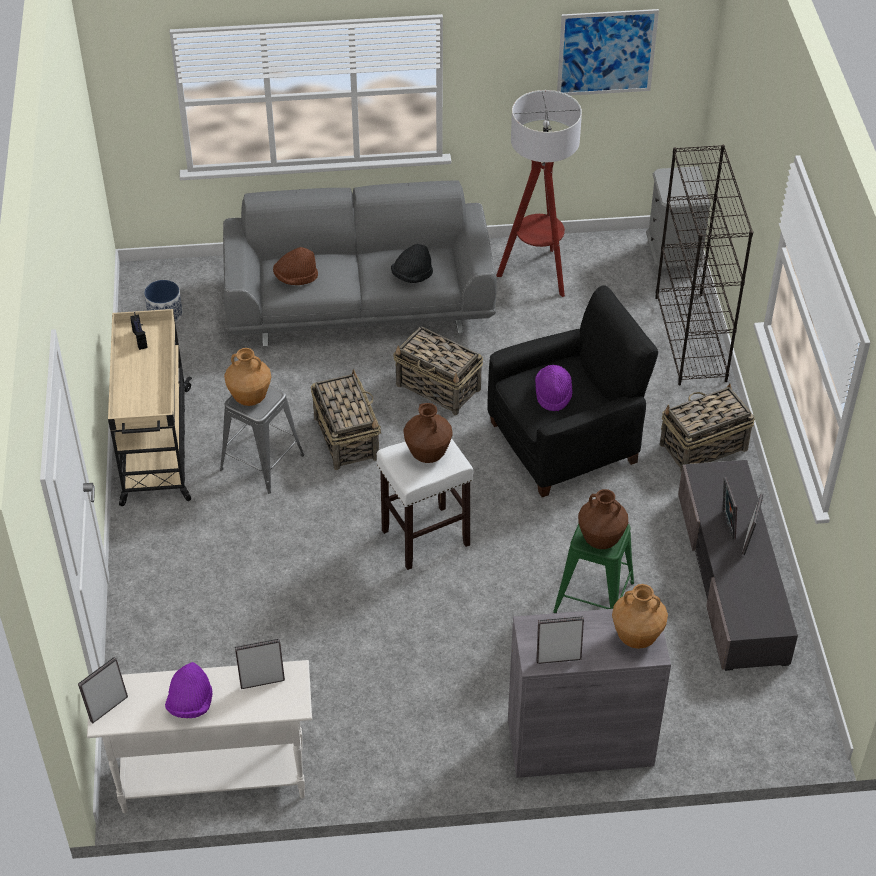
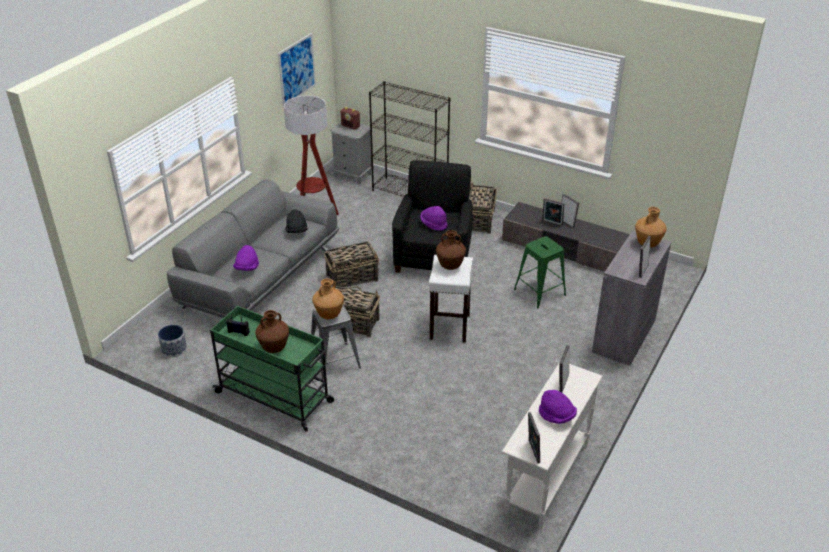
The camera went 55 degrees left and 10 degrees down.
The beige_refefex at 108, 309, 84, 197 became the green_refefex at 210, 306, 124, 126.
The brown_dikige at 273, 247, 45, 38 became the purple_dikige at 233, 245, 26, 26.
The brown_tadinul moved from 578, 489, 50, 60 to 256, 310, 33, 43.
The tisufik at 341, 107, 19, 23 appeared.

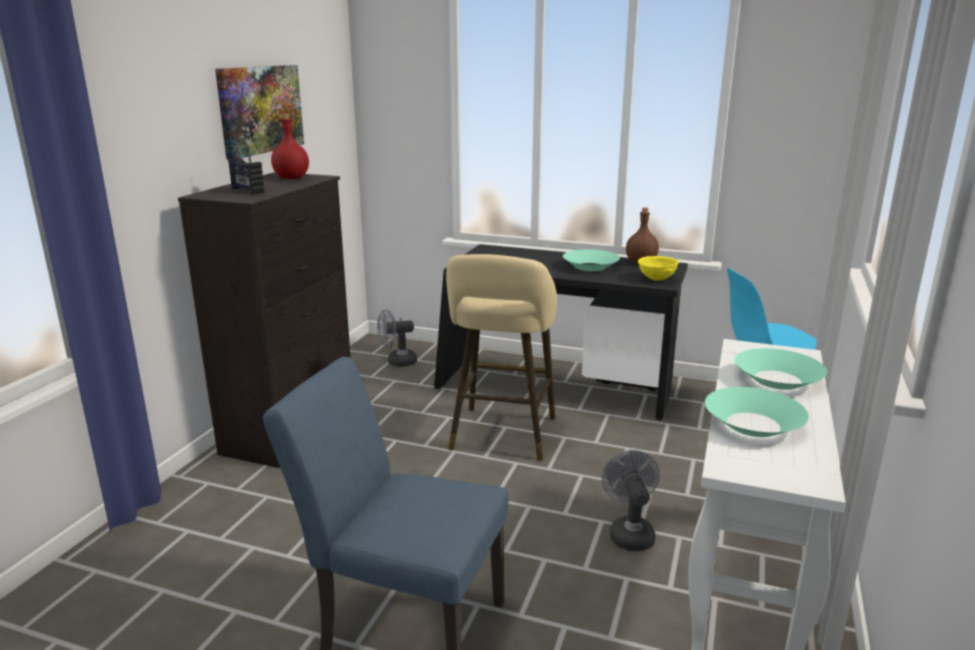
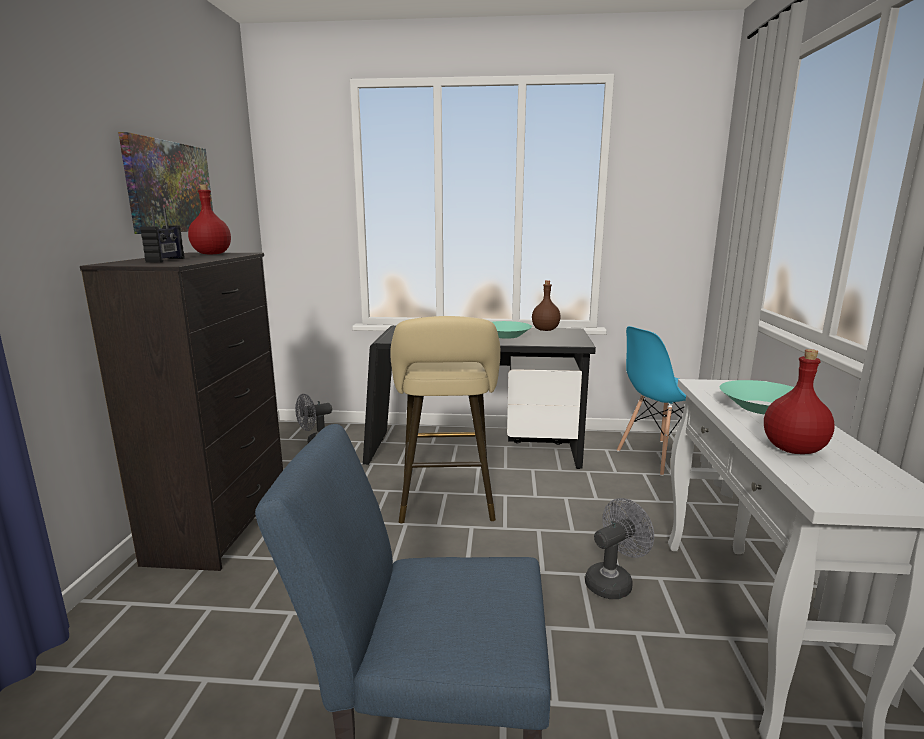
The camera went 15 degrees left and 5 degrees down.
The tisufik at 228, 144, 37, 51 turned 120 degrees counterclockwise.
The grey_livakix at 602, 450, 58, 101 turned 75 degrees clockwise.
The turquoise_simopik at 705, 387, 104, 50 was replaced by the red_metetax at 764, 349, 71, 105.
The yellow_simopik at 638, 256, 41, 25 disappeared.

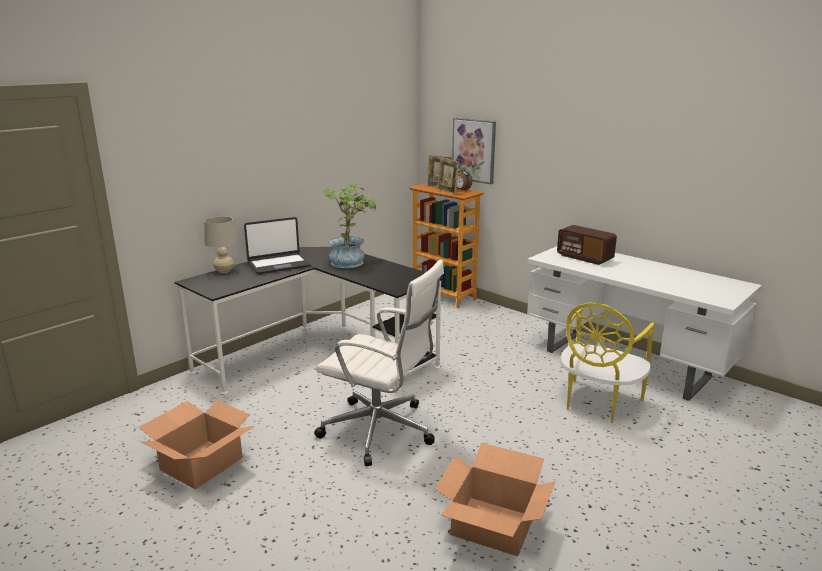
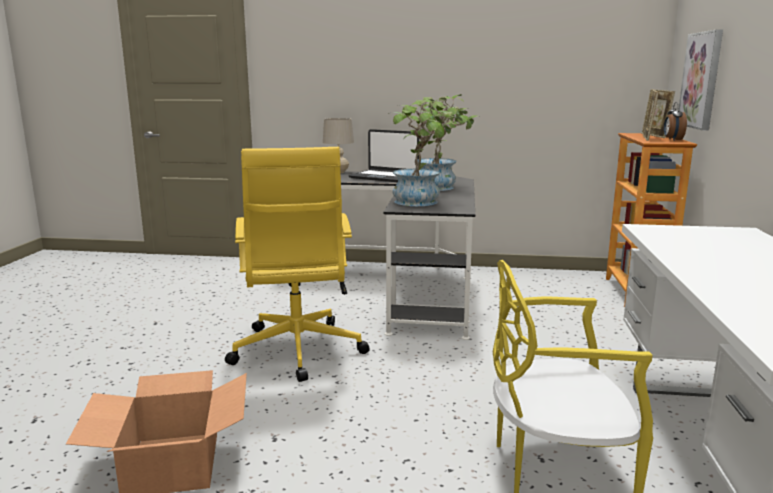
The camera went 55 degrees right and 5 degrees down.
The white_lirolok at 314, 259, 130, 207 became the yellow_lirolok at 225, 147, 145, 235.
The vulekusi at 388, 98, 74, 108 appeared.
The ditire at 138, 400, 117, 90 disappeared.
The tisufik at 557, 225, 60, 40 disappeared.

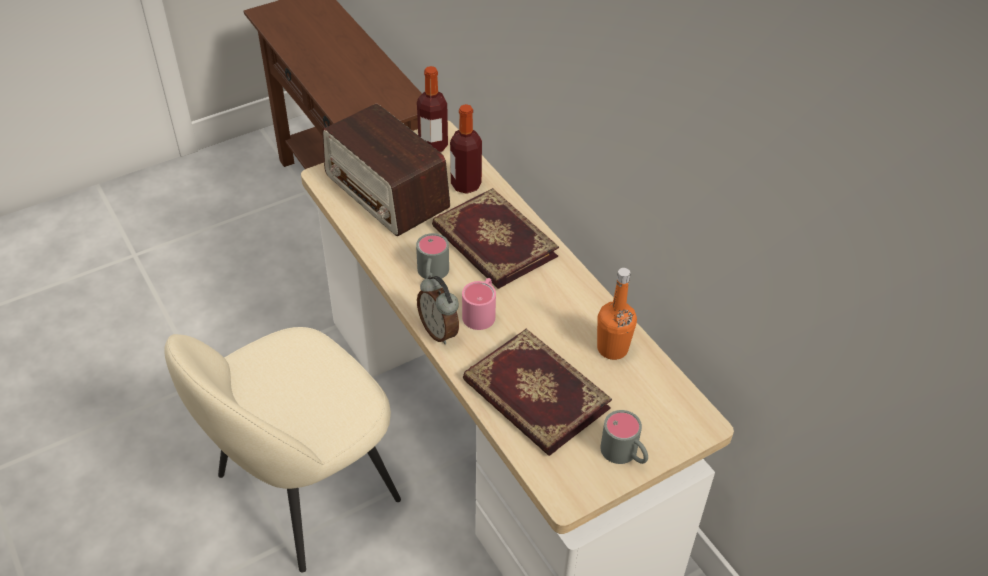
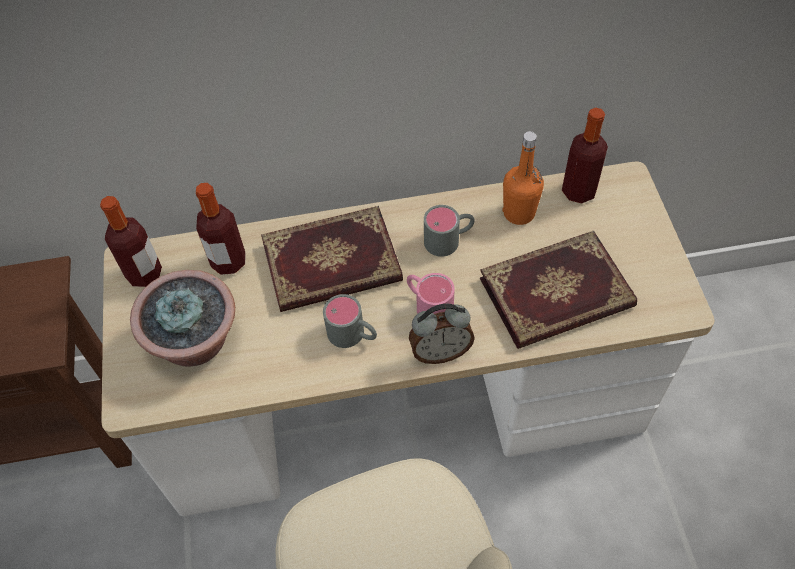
The camera went 65 degrees left and 10 degrees up.
The tisufik at 323, 103, 127, 133 was replaced by the vulekusi at 130, 270, 105, 97.
The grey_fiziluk moved from 600, 410, 48, 54 to 424, 205, 51, 52.
The metetax at 562, 108, 46, 96 appeared.

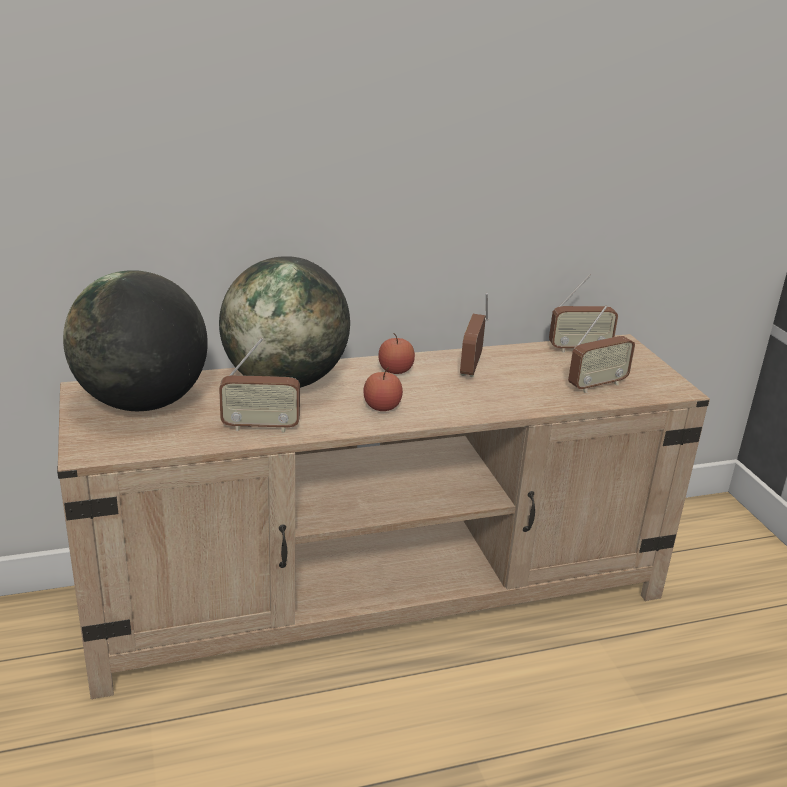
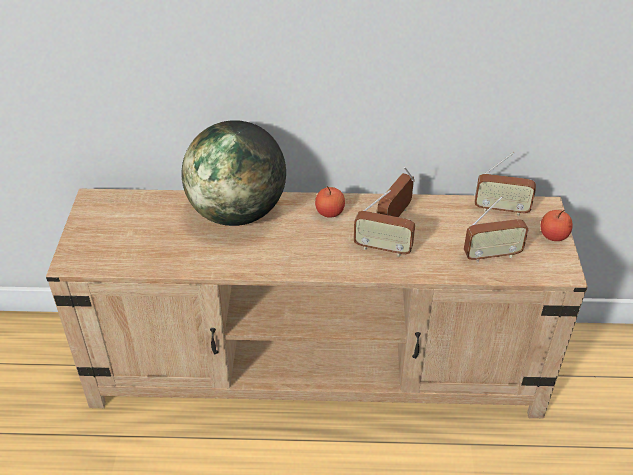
The camera went 20 degrees right and 15 degrees up.
The tisufik moved from 219, 338, 81, 94 to 353, 190, 62, 67.
The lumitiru moved from 363, 367, 40, 44 to 540, 210, 33, 31.
The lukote at 63, 270, 145, 141 disappeared.

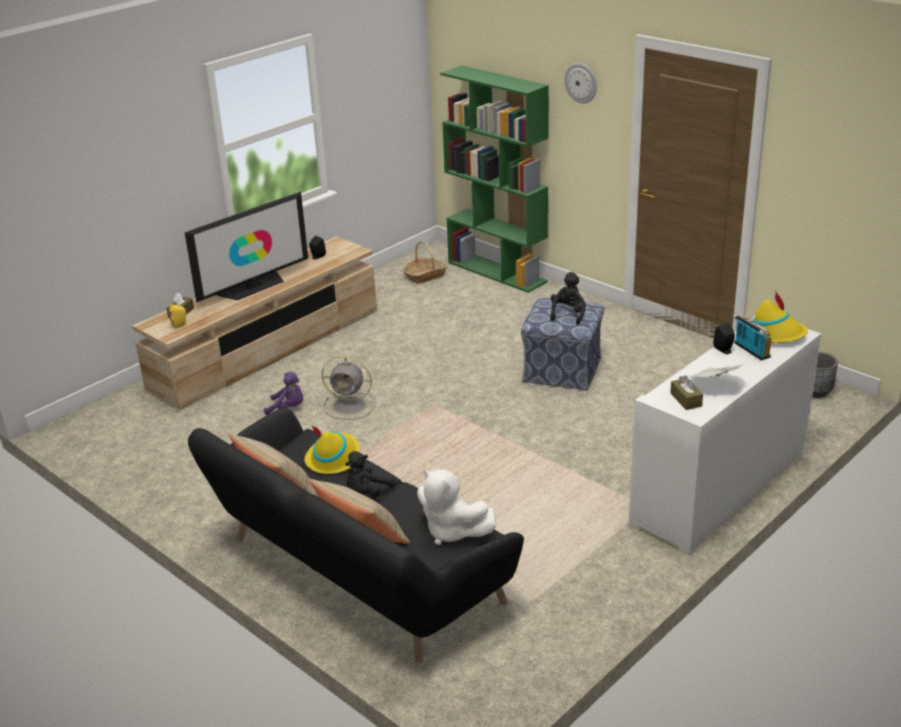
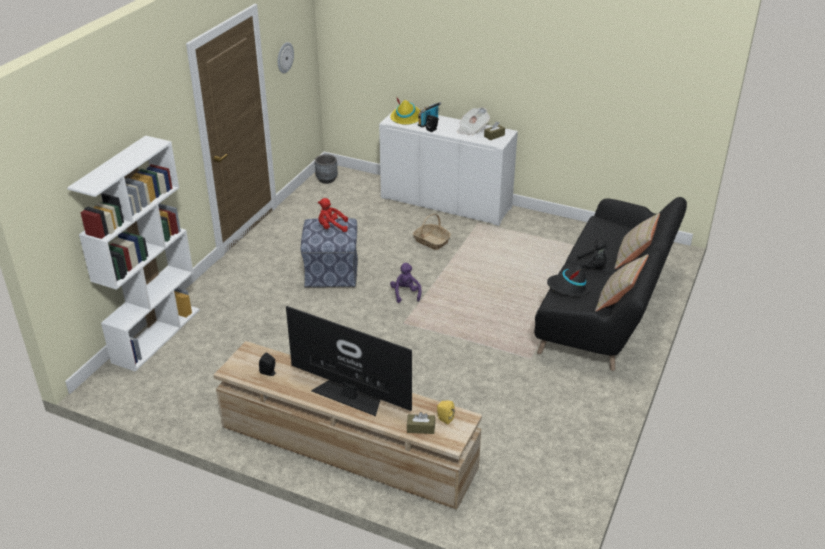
The camera went 110 degrees left and 5 degrees up.
The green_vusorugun at 440, 65, 109, 228 became the white_vusorugun at 67, 135, 133, 237.
The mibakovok moved from 564, 63, 33, 40 to 278, 42, 16, 31.
The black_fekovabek at 550, 272, 36, 53 became the red_fekovabek at 318, 198, 30, 34.
The purple_fekovabek moved from 264, 372, 39, 43 to 390, 263, 32, 40.
The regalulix moved from 402, 241, 46, 43 to 413, 213, 38, 37.
The yellow_dikige at 304, 425, 56, 49 became the black_dikige at 547, 266, 43, 31.
The grey_livakix at 322, 355, 54, 65 disappeared.
The white_fekovabek at 417, 469, 80, 76 disappeared.

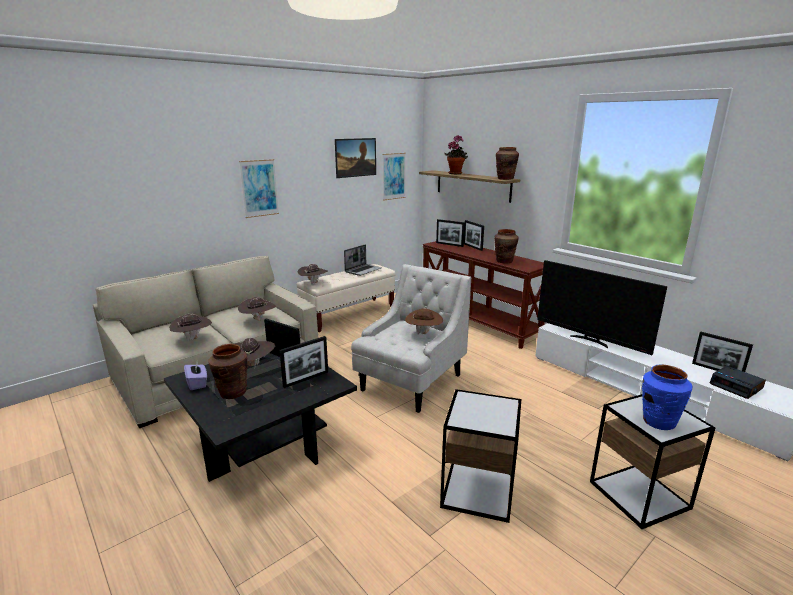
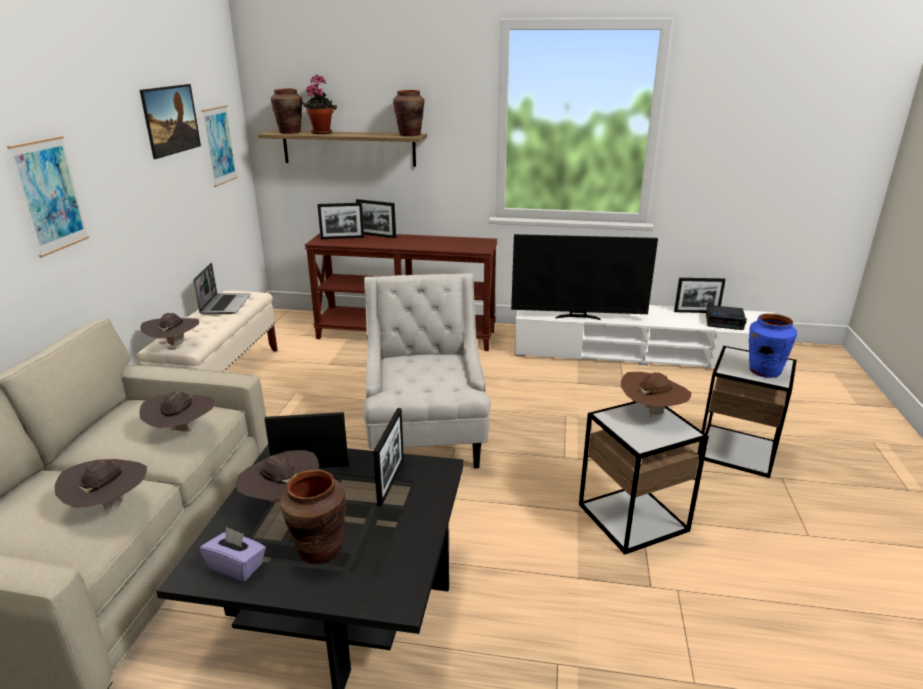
The camera went 40 degrees left and 5 degrees up.
The brown_tadinul moved from 494, 229, 25, 35 to 271, 89, 31, 45.
The brown_dikige moved from 405, 308, 38, 26 to 621, 372, 70, 46.

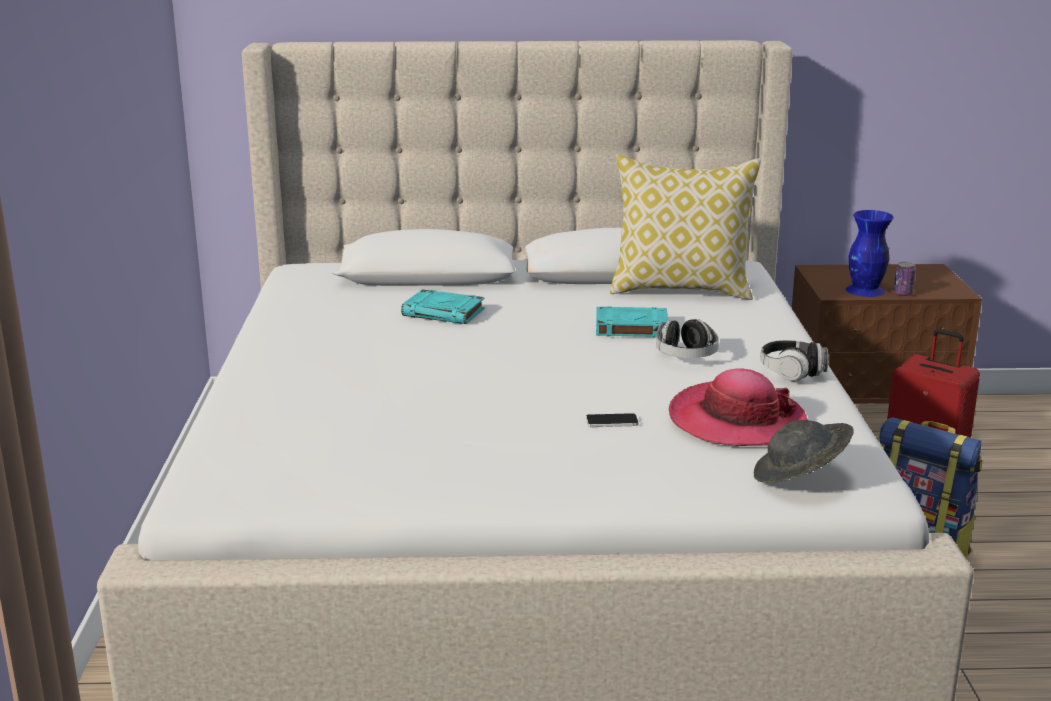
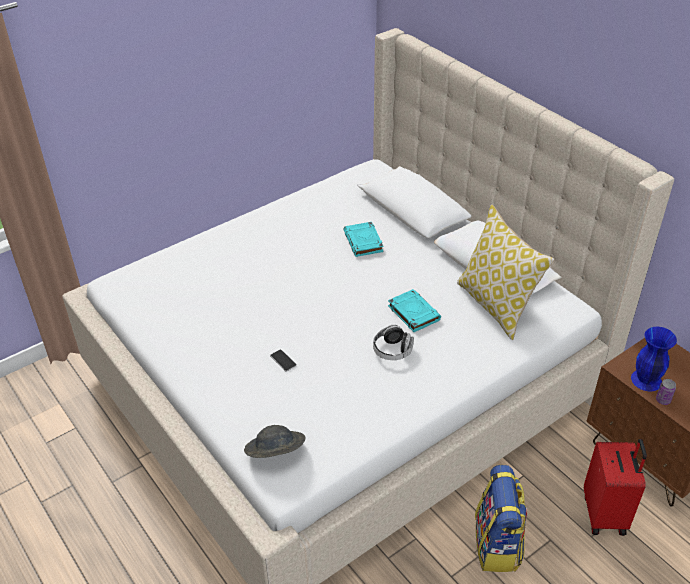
The camera went 55 degrees right and 20 degrees up.
The dikige at 669, 368, 139, 78 disappeared.
The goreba at 760, 340, 68, 41 disappeared.

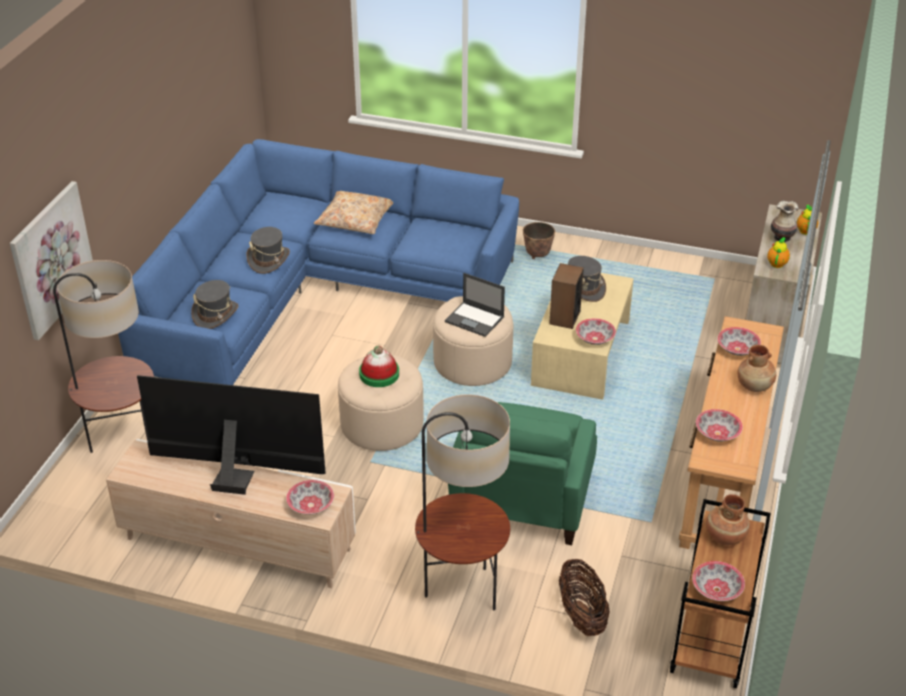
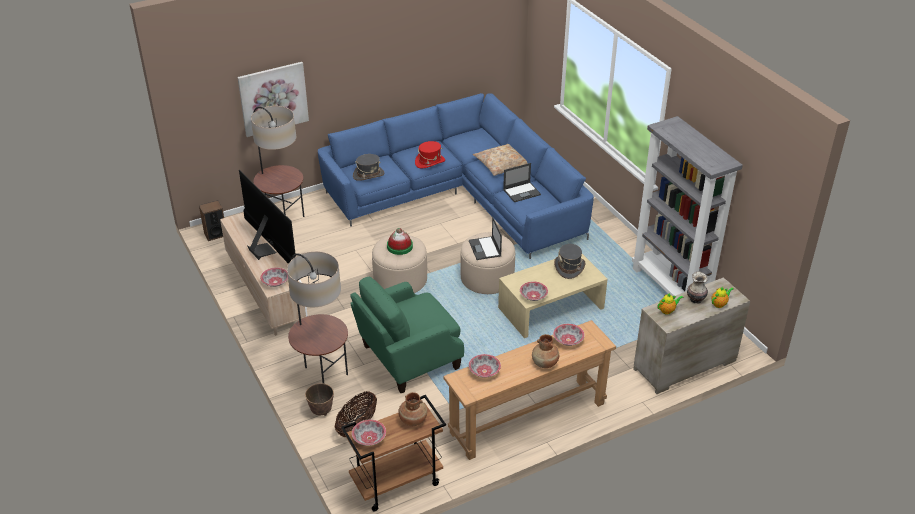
The camera went 45 degrees right and 0 degrees up.
The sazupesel moved from 549, 263, 35, 66 to 199, 200, 25, 41.
The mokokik moved from 523, 222, 32, 37 to 305, 383, 29, 33.
The grey_dikige at 246, 227, 44, 47 became the red_dikige at 415, 141, 30, 27.
The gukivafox at 503, 163, 38, 39 appeared.
The grey_vusorugun at 632, 116, 111, 180 appeared.

